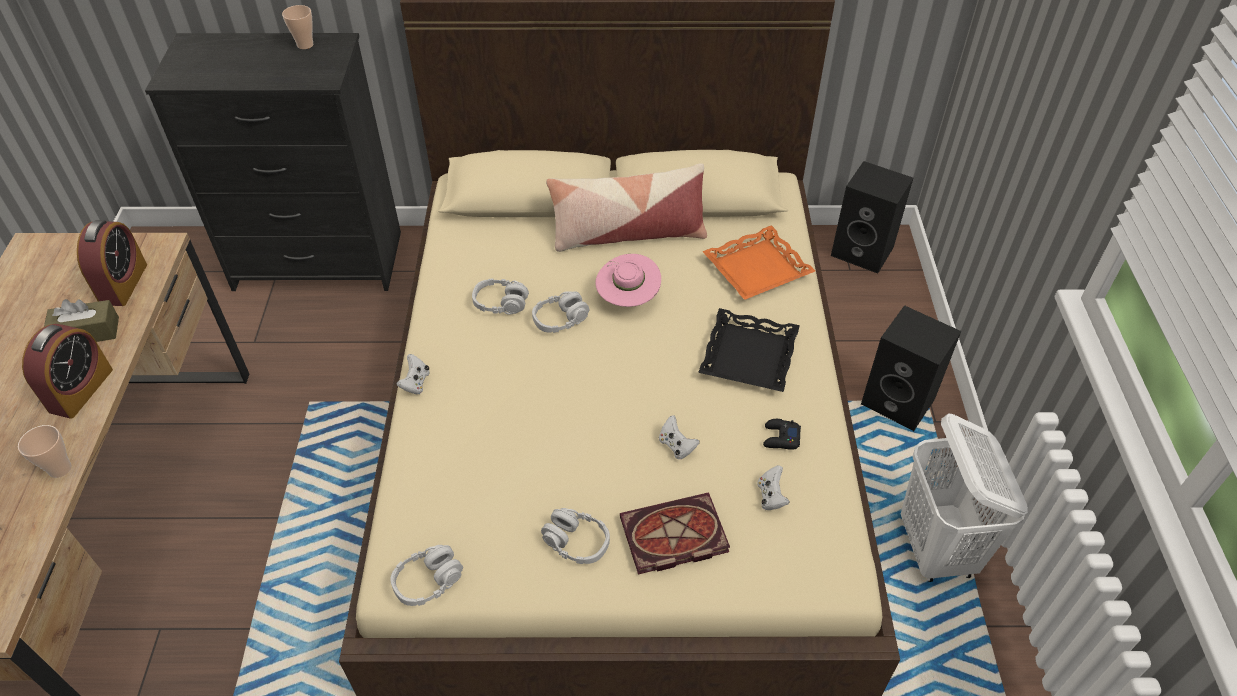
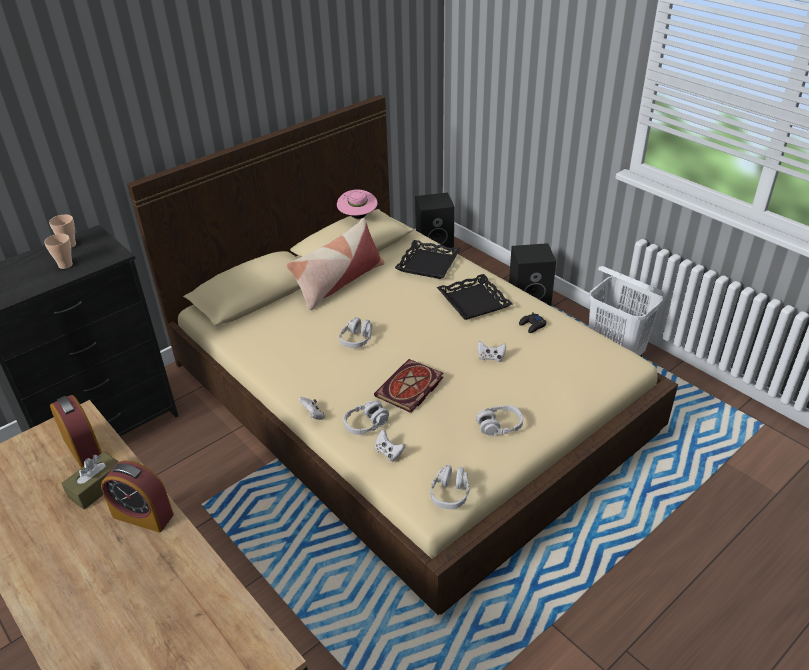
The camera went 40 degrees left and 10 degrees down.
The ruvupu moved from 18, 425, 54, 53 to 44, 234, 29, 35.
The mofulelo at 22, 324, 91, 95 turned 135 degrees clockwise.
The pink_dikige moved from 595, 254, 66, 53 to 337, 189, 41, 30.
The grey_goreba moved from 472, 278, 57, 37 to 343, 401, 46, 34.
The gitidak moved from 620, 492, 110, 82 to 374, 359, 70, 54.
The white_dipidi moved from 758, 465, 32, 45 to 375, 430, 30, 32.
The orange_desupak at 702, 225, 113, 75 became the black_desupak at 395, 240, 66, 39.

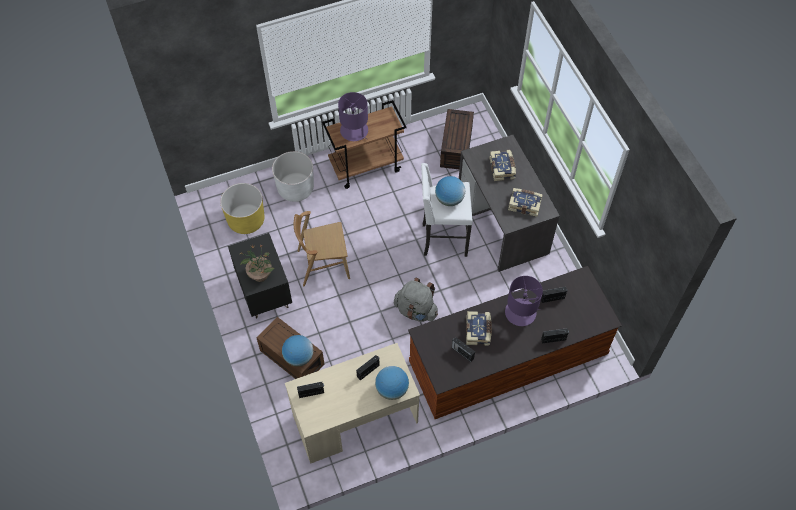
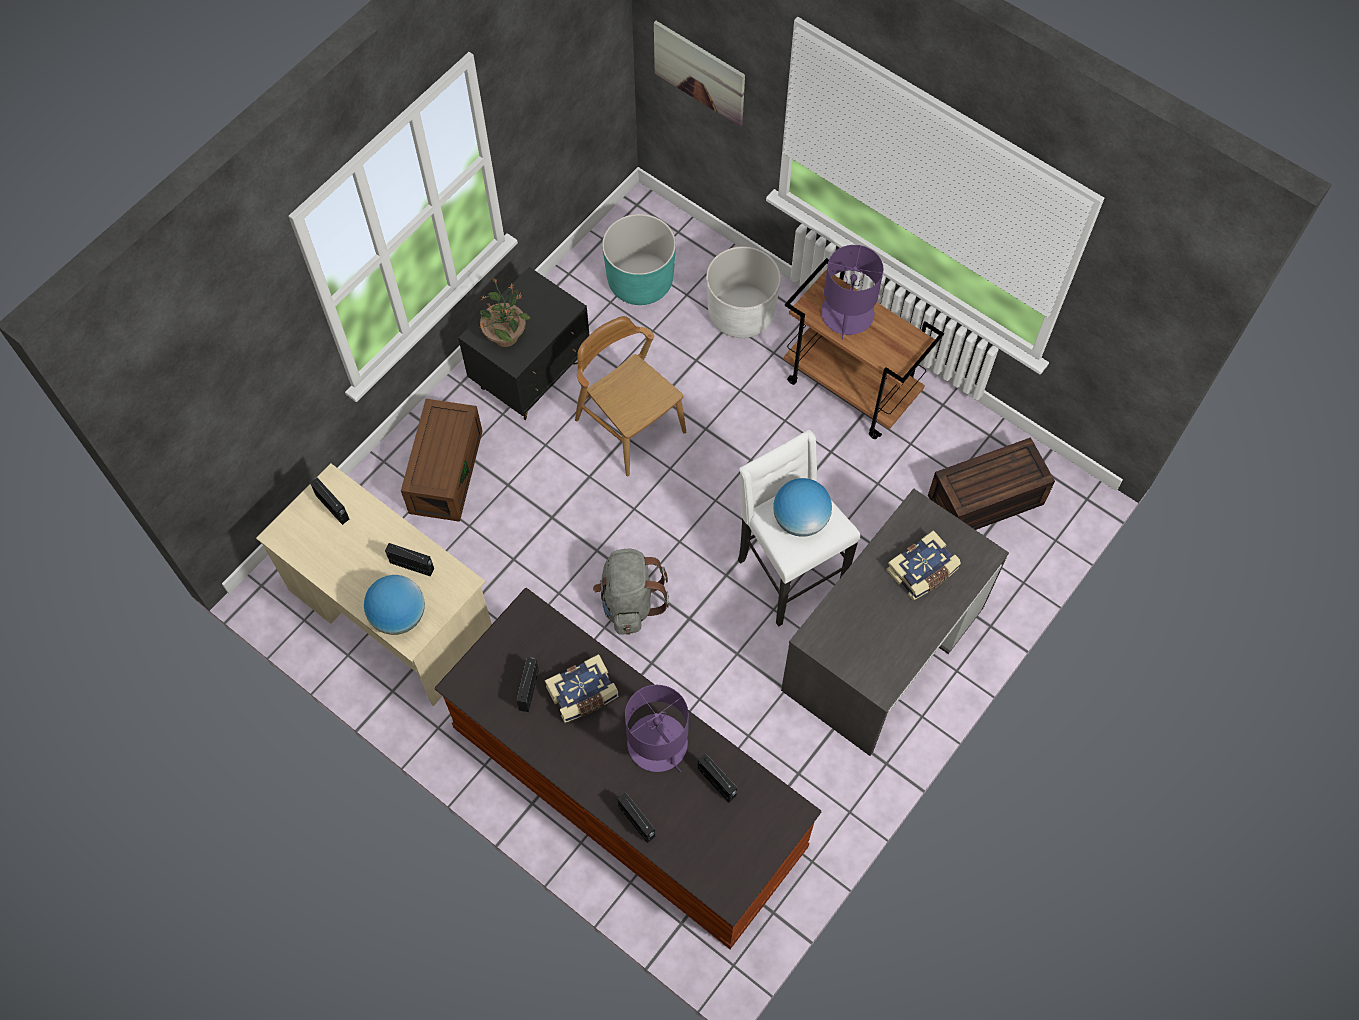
The camera went 60 degrees right and 5 degrees up.
The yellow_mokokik at 220, 183, 44, 51 became the turquoise_mokokik at 602, 214, 74, 91.
The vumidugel at 654, 21, 91, 105 appeared.
The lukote at 282, 335, 31, 31 disappeared.
The gitidak at 508, 188, 35, 29 disappeared.

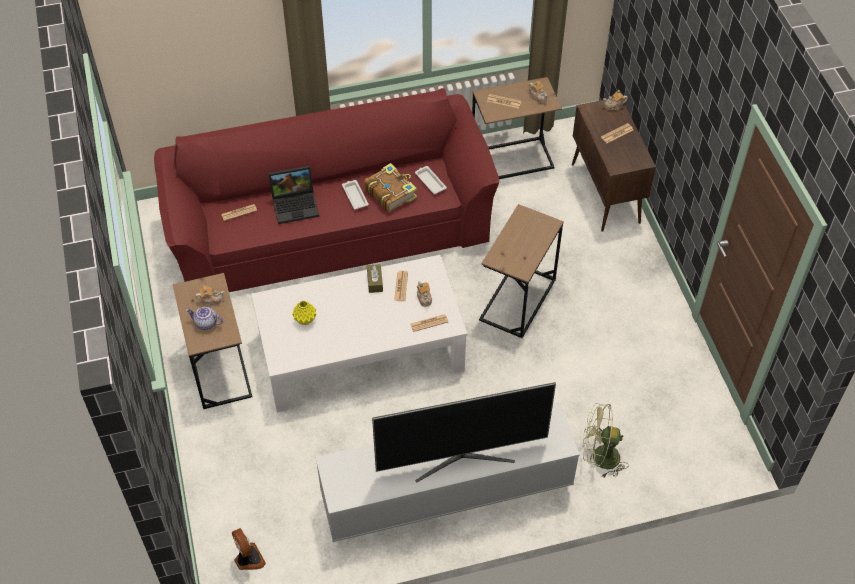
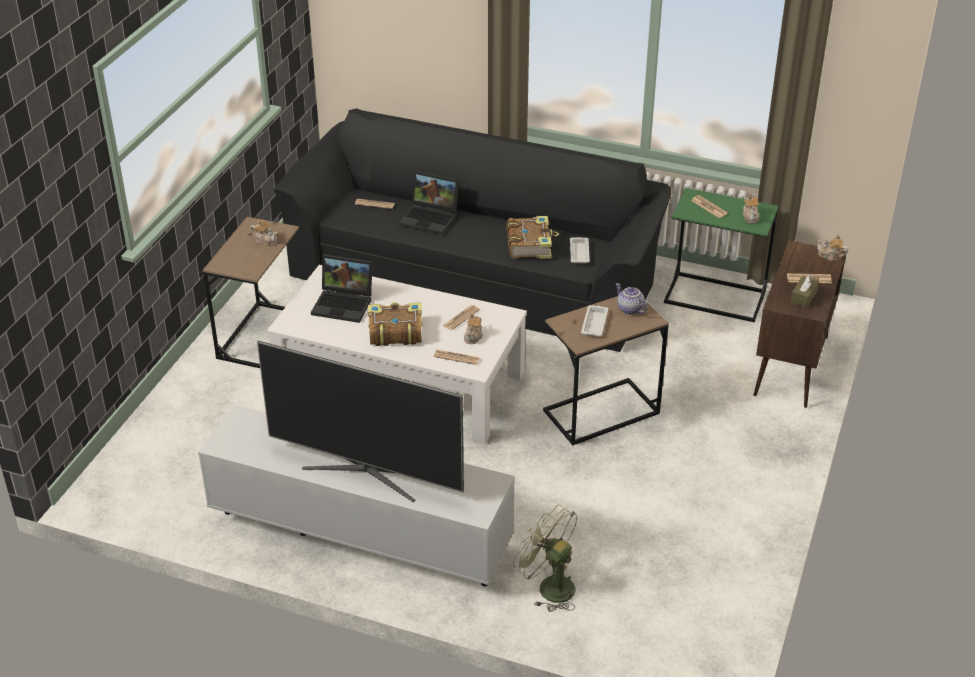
The camera went 35 degrees right and 15 degrees down.
The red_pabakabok at 154, 88, 345, 204 became the black_pabakabok at 274, 108, 397, 244.
The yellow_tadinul at 292, 301, 24, 24 was replaced by the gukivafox at 311, 254, 61, 69.
The gitidak at 368, 302, 54, 44 appeared.
The white_desupak moved from 342, 180, 27, 30 to 581, 305, 27, 31.
The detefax moved from 186, 307, 37, 23 to 616, 283, 32, 32.
The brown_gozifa at 472, 77, 90, 102 became the green_gozifa at 664, 188, 115, 134.
The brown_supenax moved from 367, 264, 16, 29 to 790, 274, 29, 34.
The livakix at 232, 528, 34, 42 disappeared.

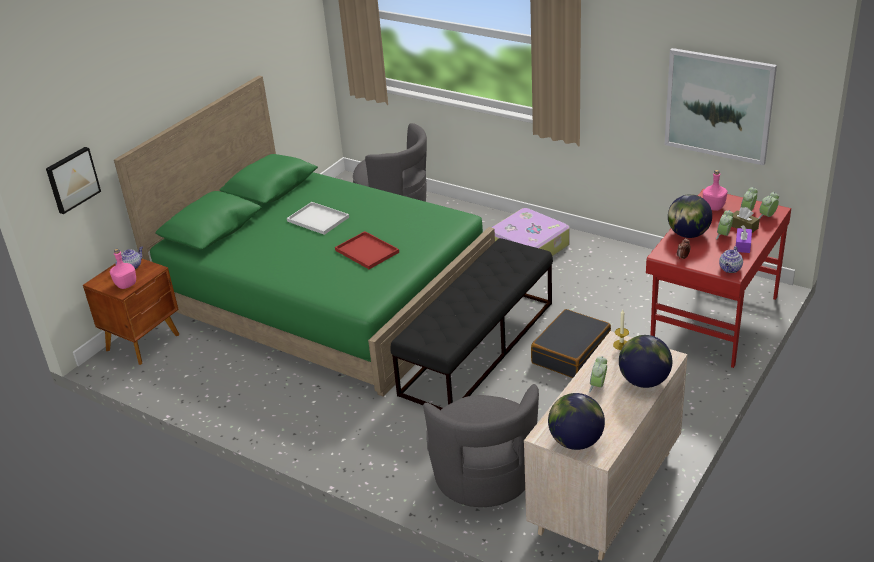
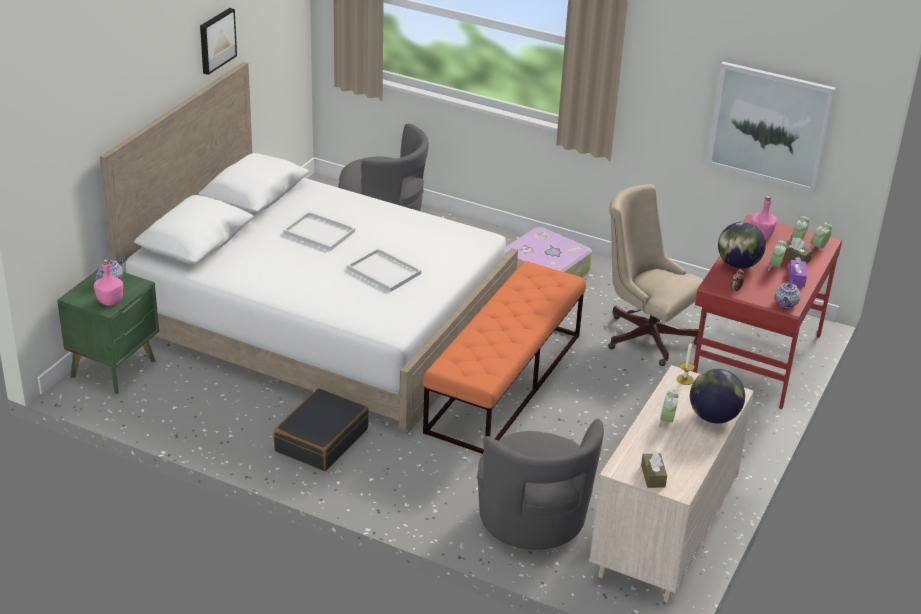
The camera went 10 degrees left and 0 degrees up.
The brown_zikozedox at 83, 259, 96, 106 became the green_zikozedox at 57, 269, 102, 125.
The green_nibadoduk at 114, 75, 381, 322 became the white_nibadoduk at 100, 62, 418, 372.
The vumidugel moved from 46, 147, 55, 67 to 200, 8, 37, 67.
The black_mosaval moved from 531, 309, 80, 69 to 274, 388, 95, 83.
The red_desupak at 335, 231, 64, 38 became the white_desupak at 347, 248, 74, 44.
The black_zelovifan at 391, 238, 162, 172 became the orange_zelovifan at 423, 261, 163, 193.
The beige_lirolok at 608, 184, 96, 182 appeared.
The lukote at 548, 393, 57, 57 was replaced by the brown_supenax at 641, 451, 26, 37.

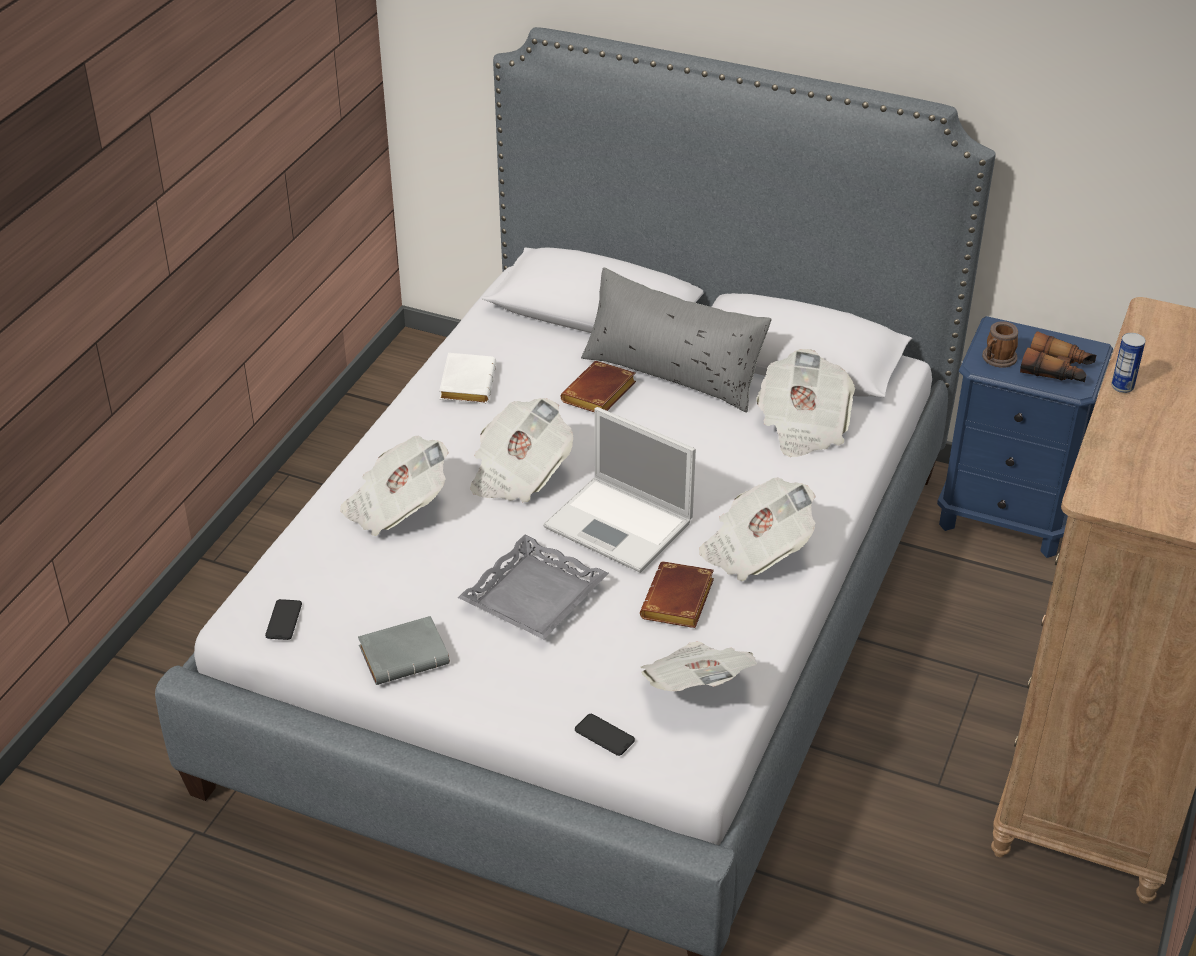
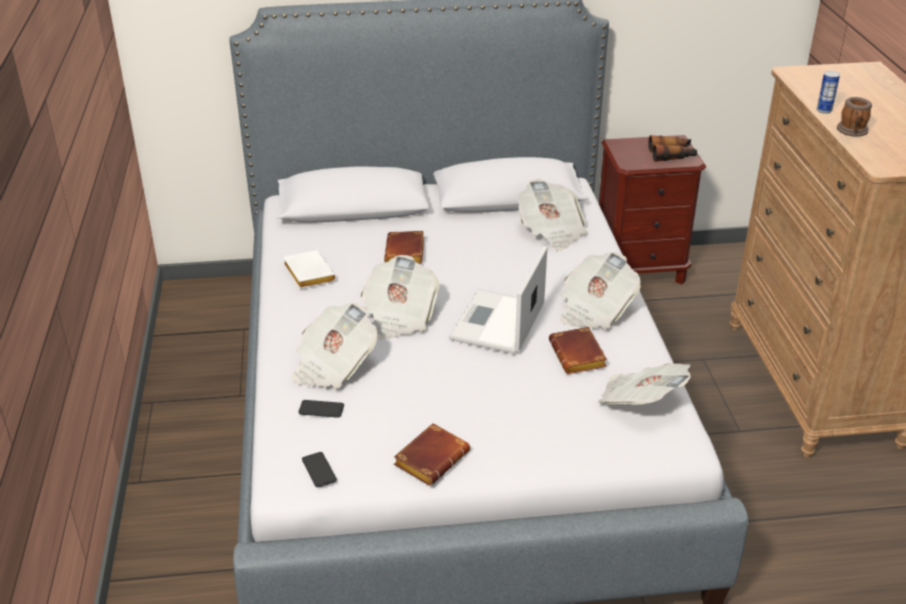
The camera went 30 degrees left and 5 degrees down.
The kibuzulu moved from 575, 714, 60, 42 to 299, 400, 45, 18.
The grey_gitidak at 358, 616, 92, 69 became the brown_gitidak at 394, 423, 76, 63.
The gukivafox at 543, 407, 153, 166 turned 105 degrees clockwise.
The blue_zikozedox at 937, 316, 176, 242 became the brown_zikozedox at 599, 135, 107, 149.
The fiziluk moved from 982, 321, 36, 47 to 837, 97, 35, 40.
The grey_desupak at 458, 534, 151, 106 disappeared.
The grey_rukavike at 581, 267, 191, 145 disappeared.

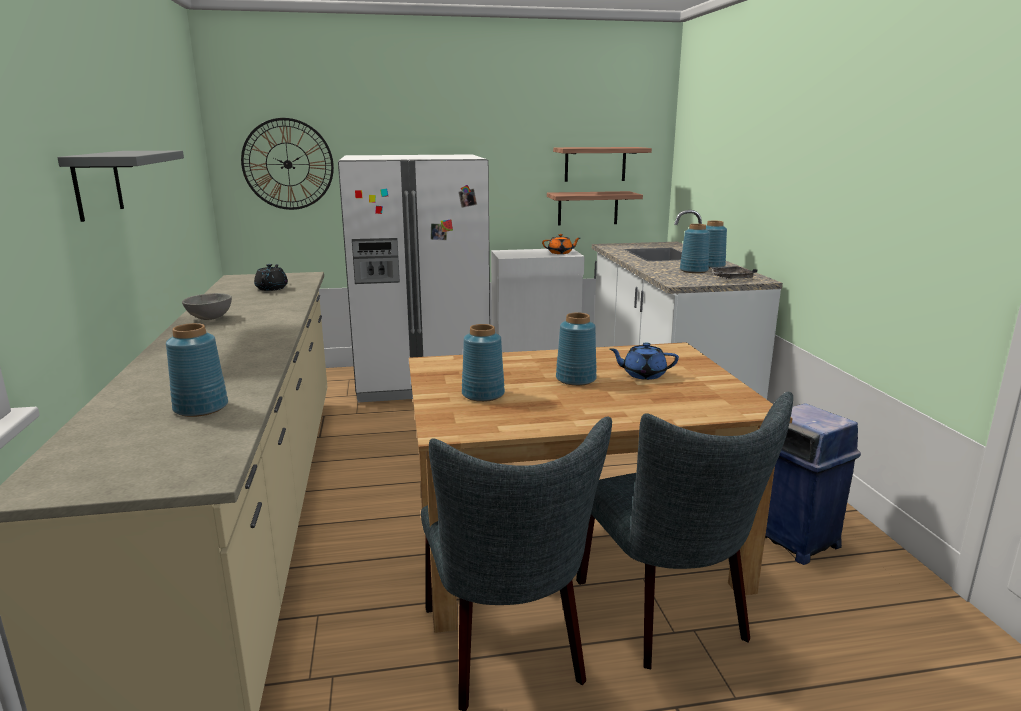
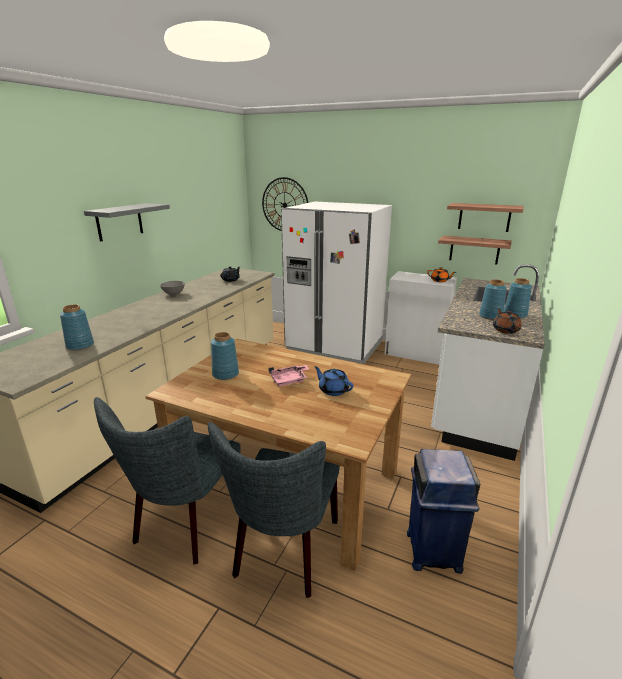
The camera went 35 degrees right and 5 degrees up.
The blue_tadinul at 556, 313, 41, 73 was replaced by the pink_desupak at 269, 365, 40, 22.
The grey_desupak at 709, 266, 49, 13 was replaced by the brown_detefax at 493, 308, 28, 26.

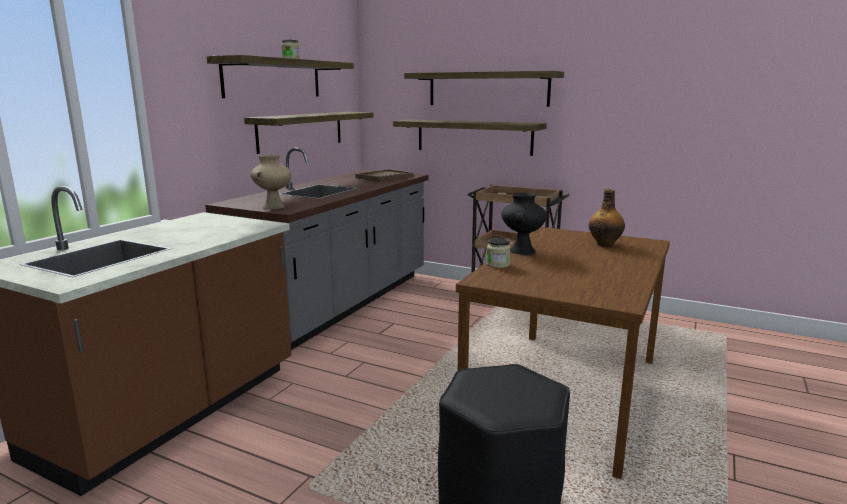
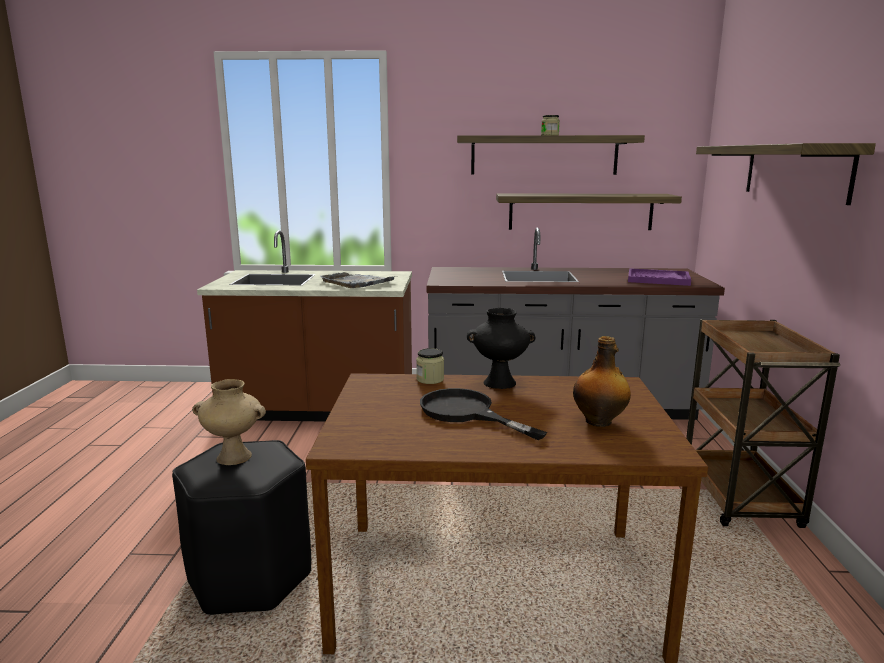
The camera went 65 degrees right and 0 degrees up.
The beige_tadinul moved from 251, 155, 41, 54 to 192, 379, 74, 86.
The grey_desupak at 320, 272, 77, 16 appeared.
The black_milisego at 420, 388, 127, 52 appeared.
The brown_desupak at 355, 169, 58, 13 became the purple_desupak at 628, 268, 63, 18.
The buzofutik at 393, 120, 154, 36 disappeared.

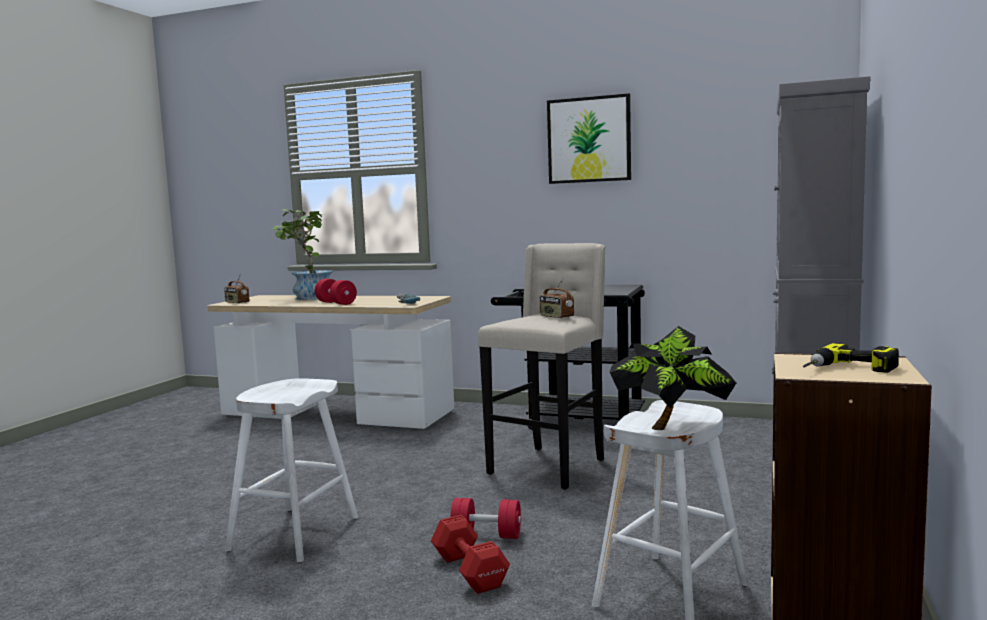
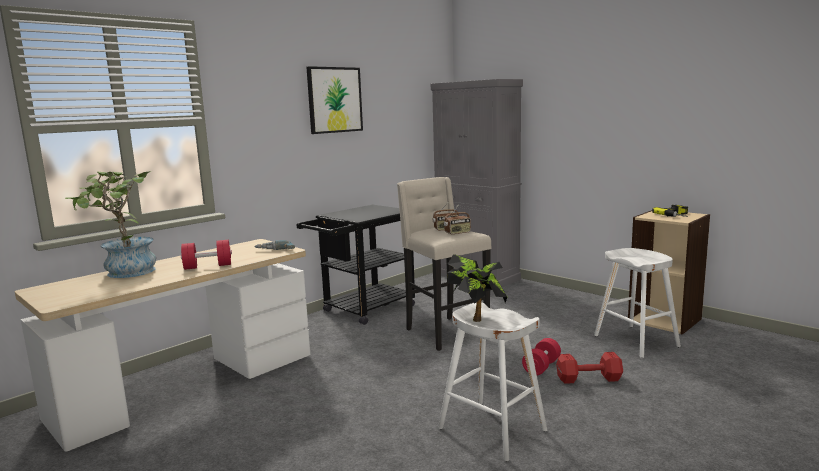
The camera went 65 degrees left and 5 degrees up.
The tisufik moved from 224, 274, 25, 30 to 444, 204, 27, 31.
The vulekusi moved from 610, 326, 126, 104 to 447, 254, 60, 68.

